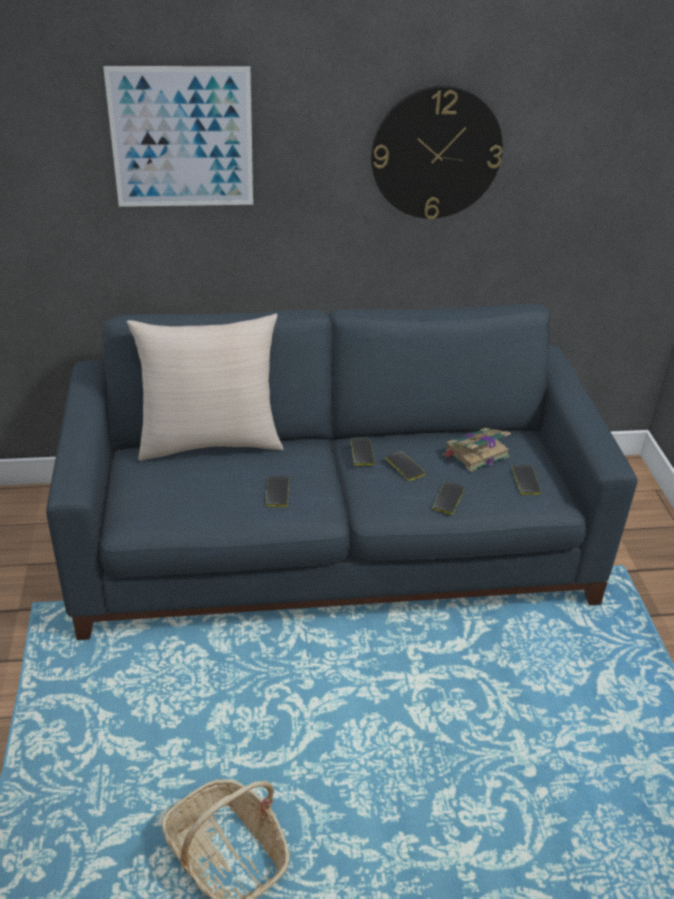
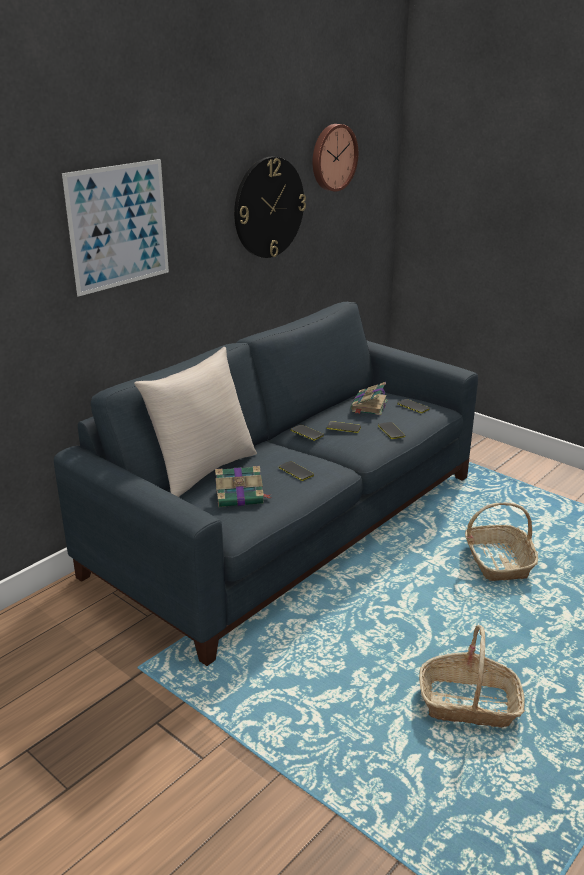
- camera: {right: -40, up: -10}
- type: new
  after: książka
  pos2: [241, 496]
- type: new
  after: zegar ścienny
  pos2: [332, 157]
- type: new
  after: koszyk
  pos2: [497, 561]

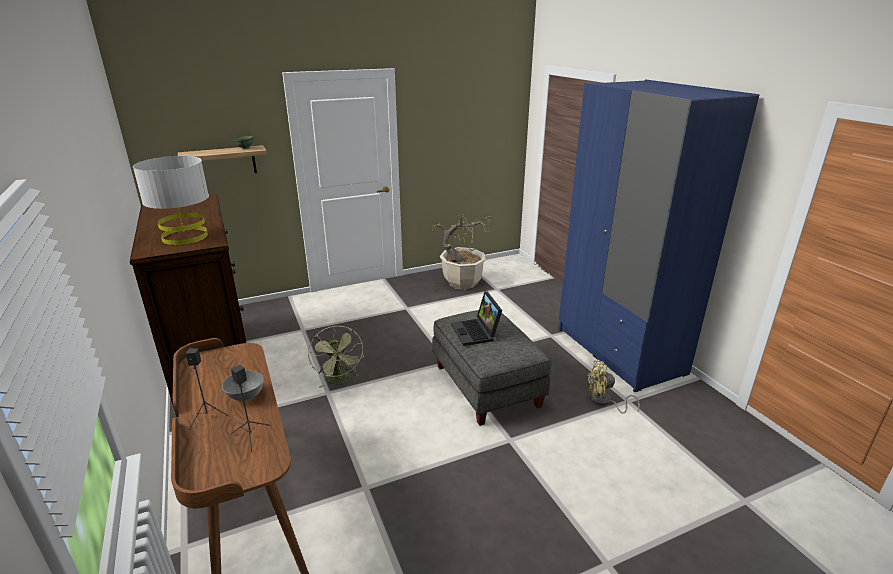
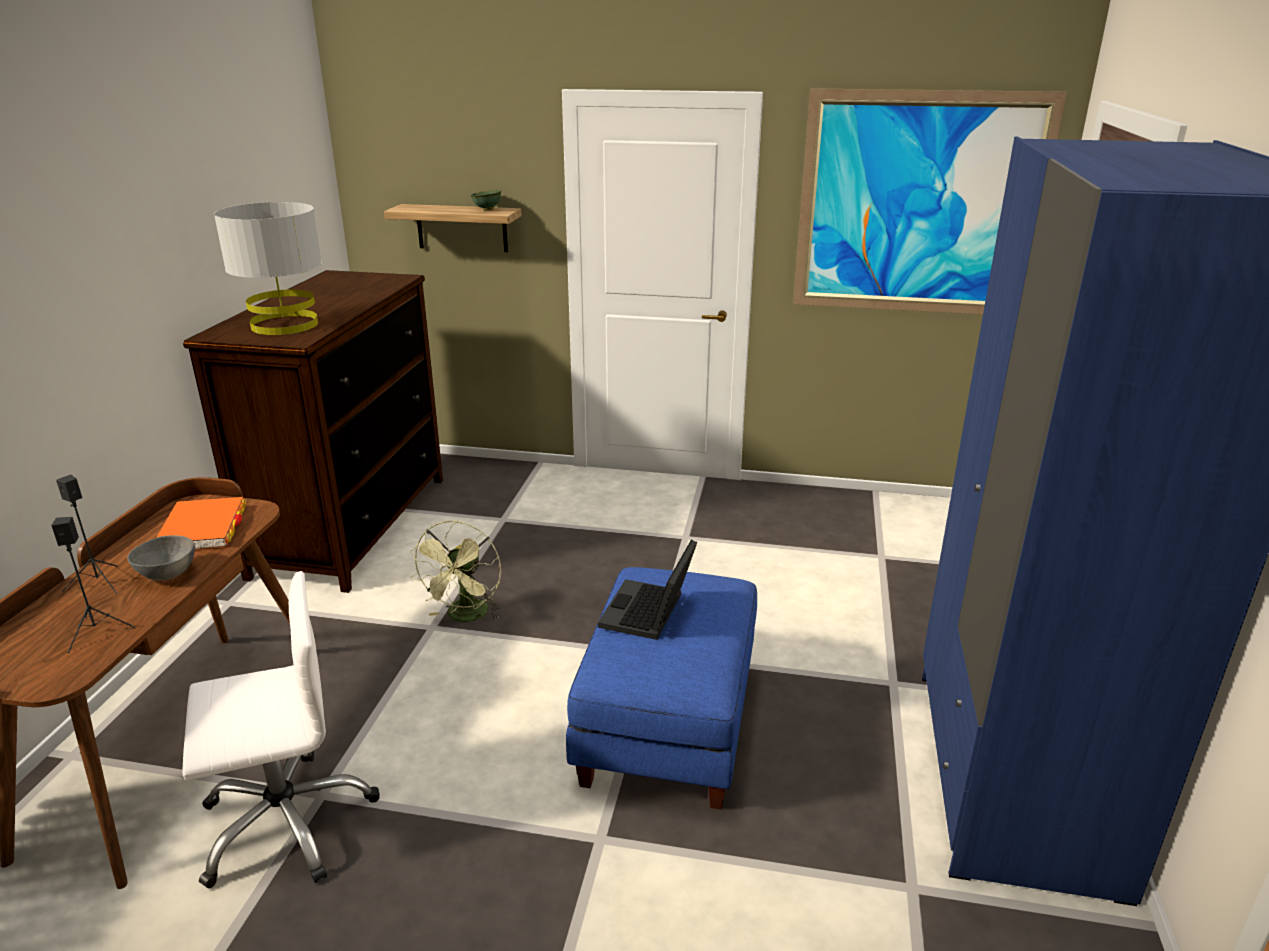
- camera: {right: 35, up: 0}
- type: gone
  before: roślina doniczkowa
  pos1: [462, 283]
- type: repainted
  before: pufa/szary
  after: pufa/niebieski
  pos1: [488, 386]
  pos2: [670, 725]
- type: gone
  before: wentylator/żółty
  pos1: [604, 402]
- type: new
  after: książka/pomarańczowy
  pos2: [203, 529]
- type: new
  after: krzesło biurowe/biały
  pos2: [286, 821]
- type: new
  after: obraz
  pos2: [919, 205]

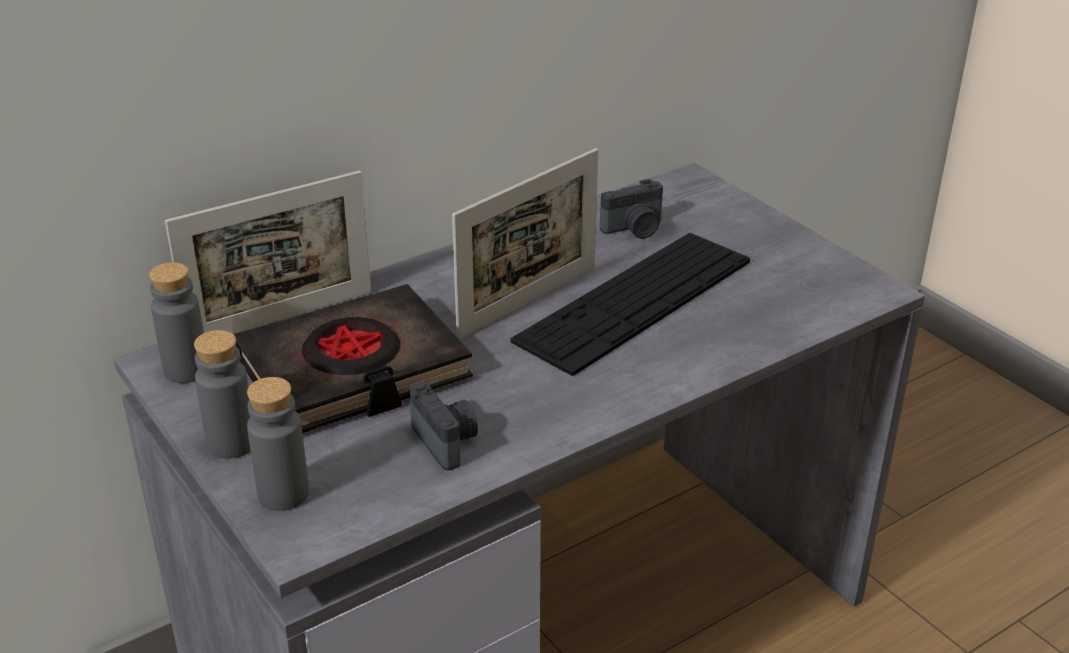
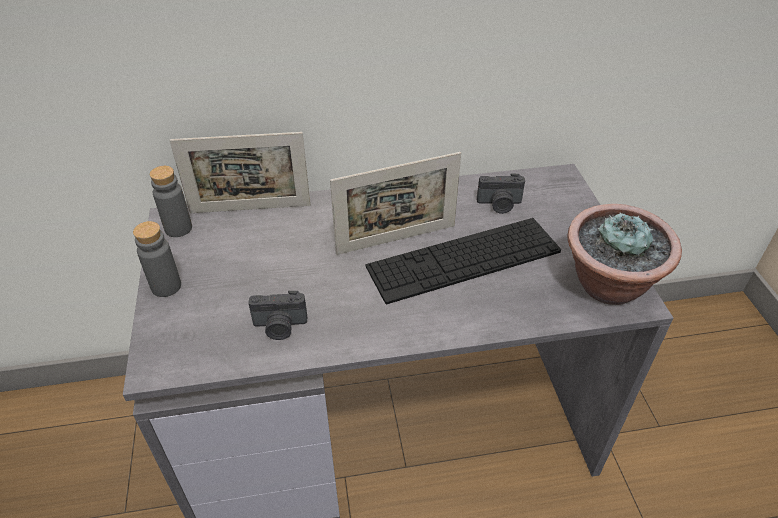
- camera: {right: 25, up: 10}
- type: gone
  before: książka/czarny
  pos1: [353, 371]
- type: gone
  before: butelka/szary
  pos1: [283, 494]
- type: rotated
  before: aparat fotograficzny
  pos1: [447, 441]
  pos2: [280, 327]
  turn: 90
- type: new
  after: roślina doniczkowa
  pos2: [608, 286]

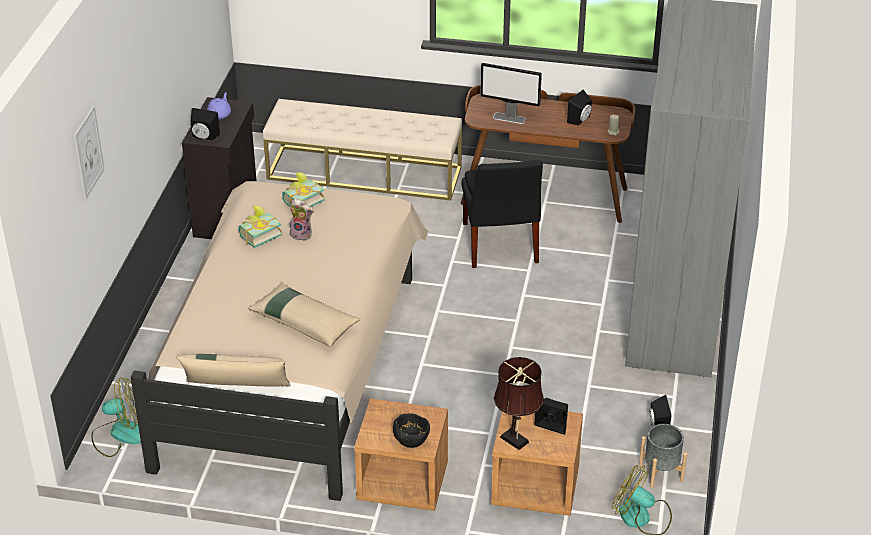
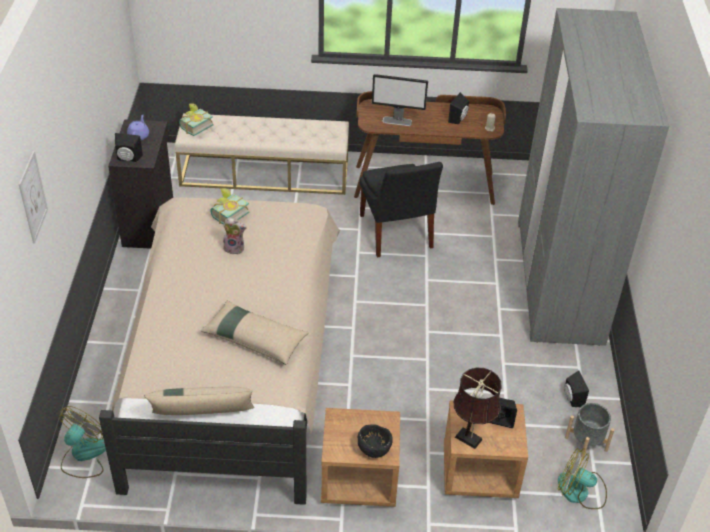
- camera: {right: -10, up: 5}
- type: rotated
  before: wentylator
  pos1: [119, 434]
  pos2: [83, 455]
  turn: -45
- type: shifted
  before: książka
  pos1: [258, 235]
  pos2: [194, 126]

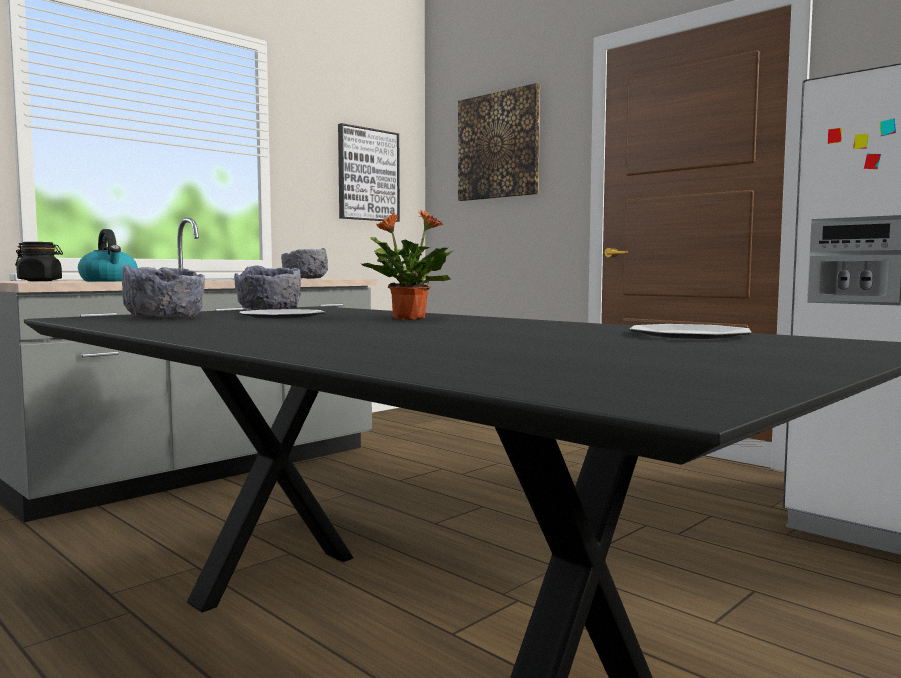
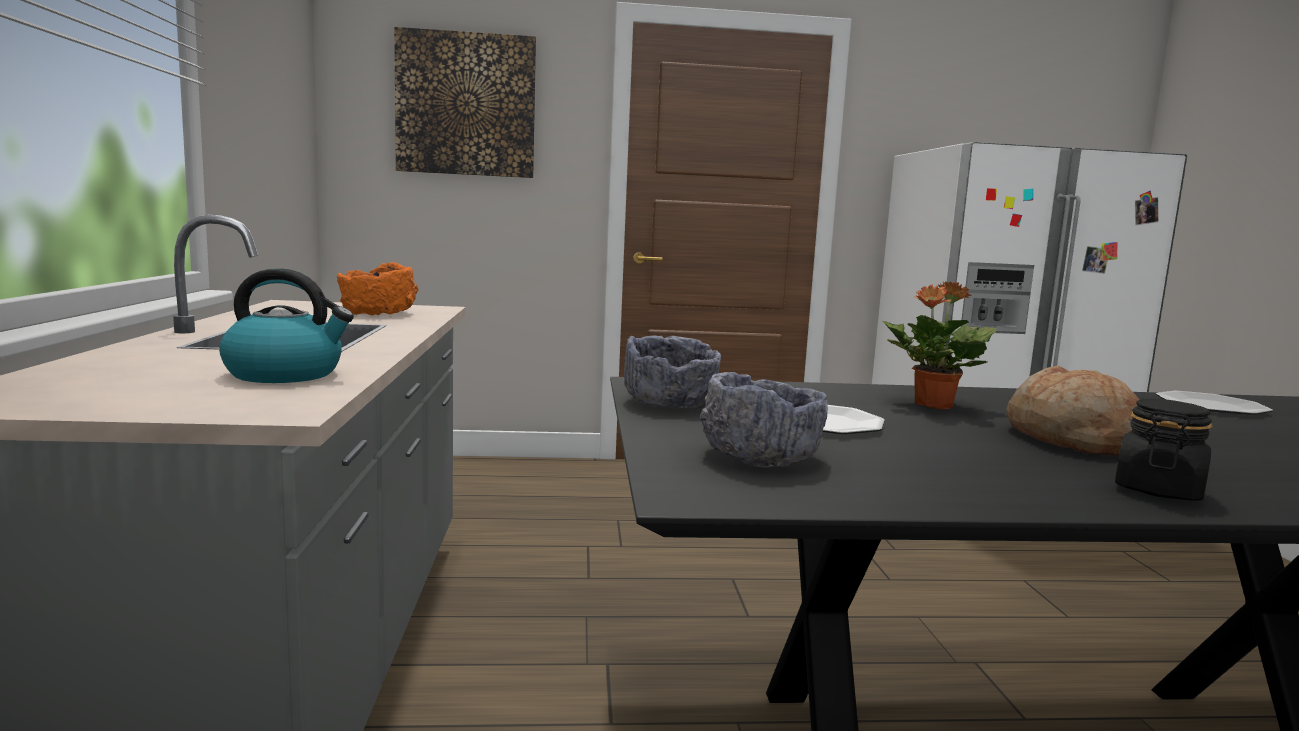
- camera: {right: -50, up: 5}
- type: shifted
  before: słoik/czarny
  pos1: [40, 281]
  pos2: [1158, 490]
- type: repainted
  before: miska/szary
  after: miska/pomarańczowy
  pos1: [305, 278]
  pos2: [378, 313]
- type: gone
  before: obraz
  pos1: [368, 175]
- type: new
  after: chleb
  pos2: [1073, 440]

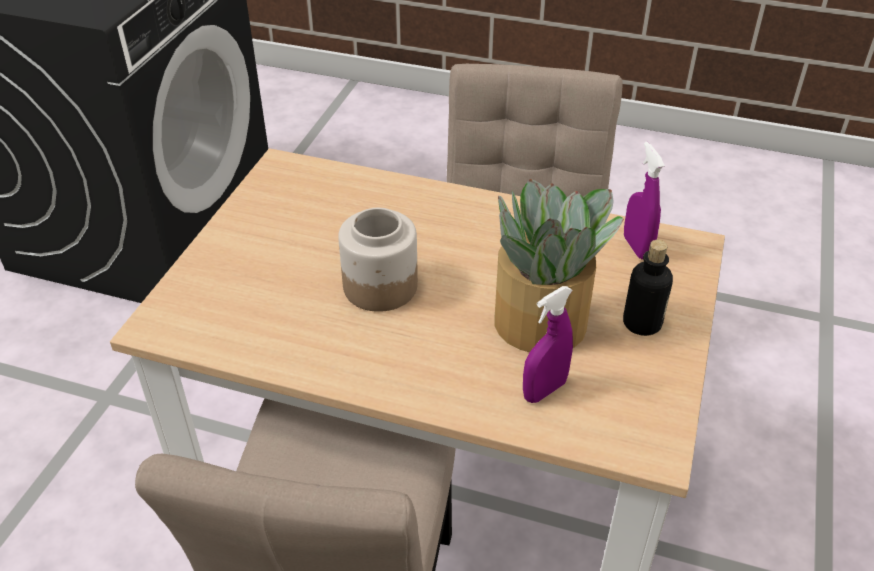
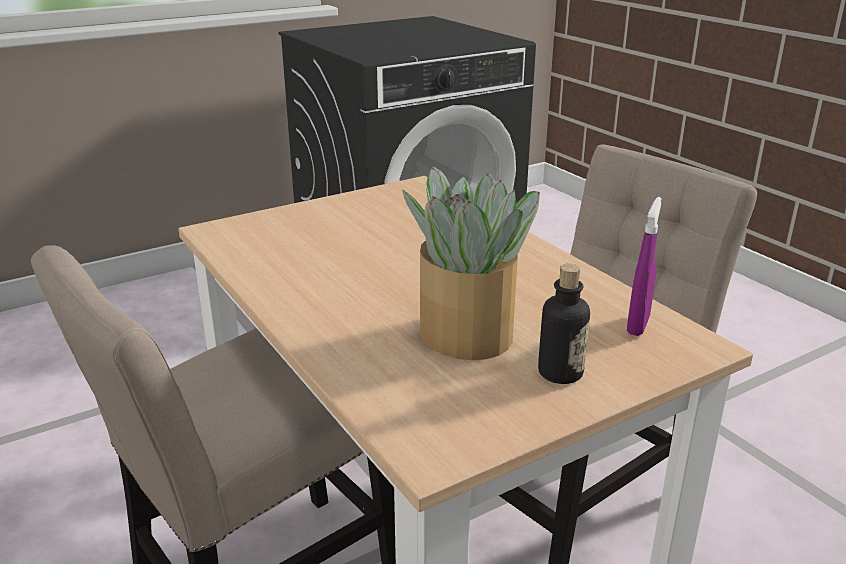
- camera: {right: 40, up: -15}
- type: gone
  before: słoik
  pos1: [379, 286]
- type: gone
  before: spryskiwacz/fioletowy
  pos1: [544, 390]

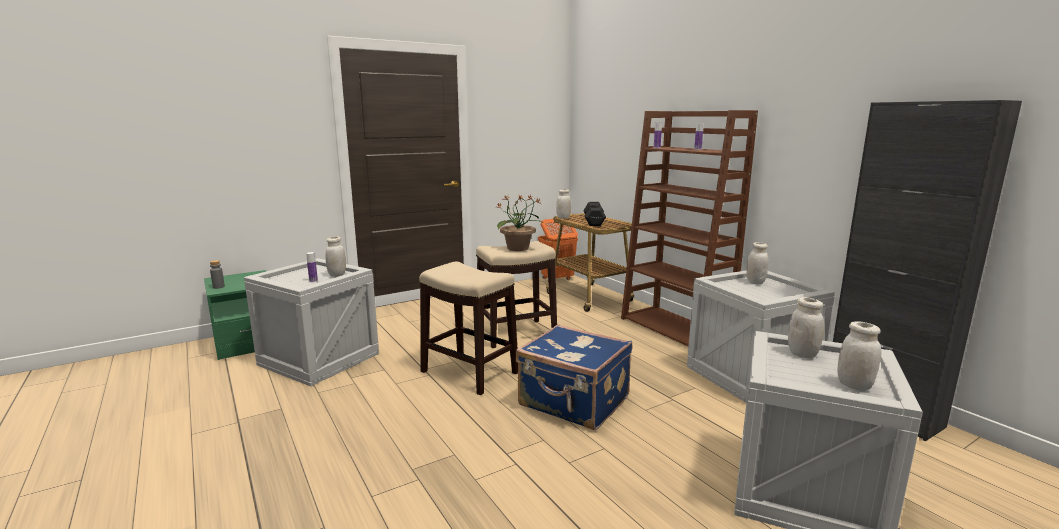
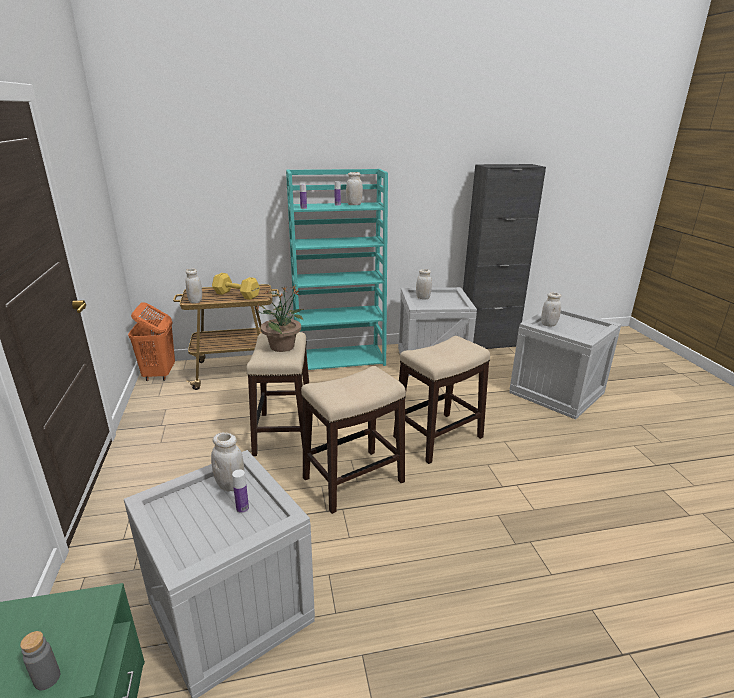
- camera: {right: -70, up: 10}
- type: swapped
  before: walizka/niebieski
  after: stołek
  pos1: [573, 403]
  pos2: [438, 437]
- type: repainted
  before: hantel/czarny
  after: hantel/żółty
  pos1: [594, 222]
  pos2: [236, 294]
- type: repainted
  before: regał/brązowy
  after: regał/turkusowy
  pos1: [675, 329]
  pos2: [340, 358]
- type: shifted
  before: słoik/biały
  pos1: [854, 385]
  pos2: [354, 204]

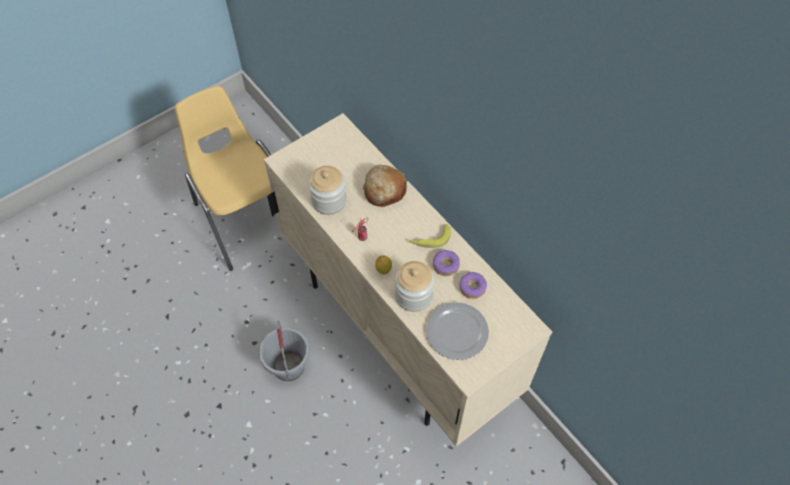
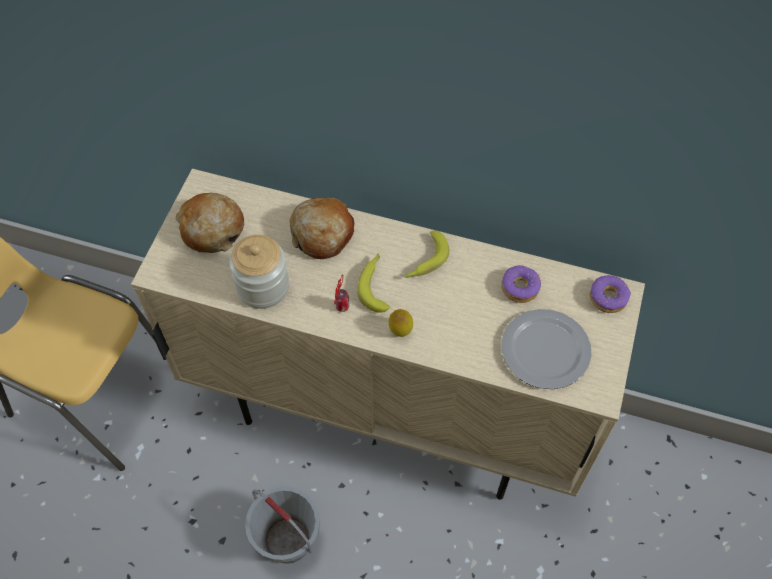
- camera: {right: -35, up: 0}
- type: gone
  before: słoik
  pos1: [413, 295]
- type: shifted
  before: donut
  pos1: [446, 266]
  pos2: [608, 298]
- type: new
  after: chleb
  pos2: [212, 229]
- type: new
  after: banan
  pos2: [375, 285]

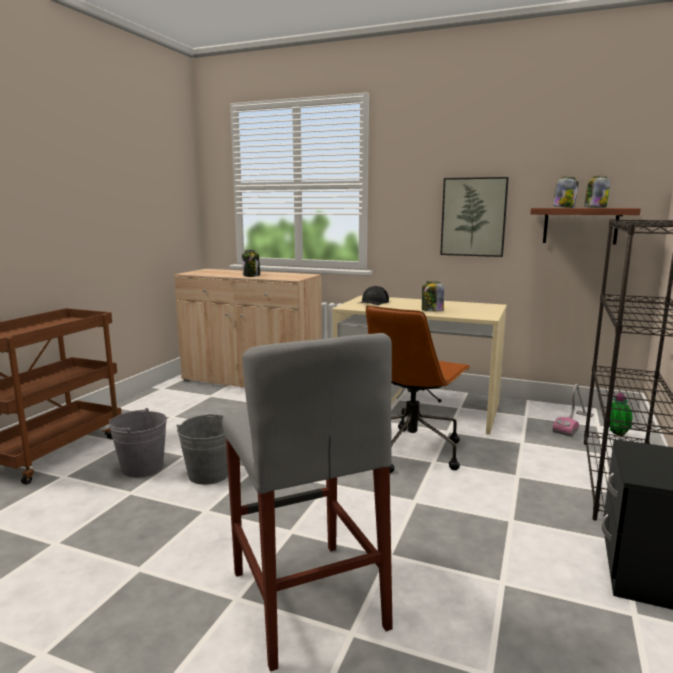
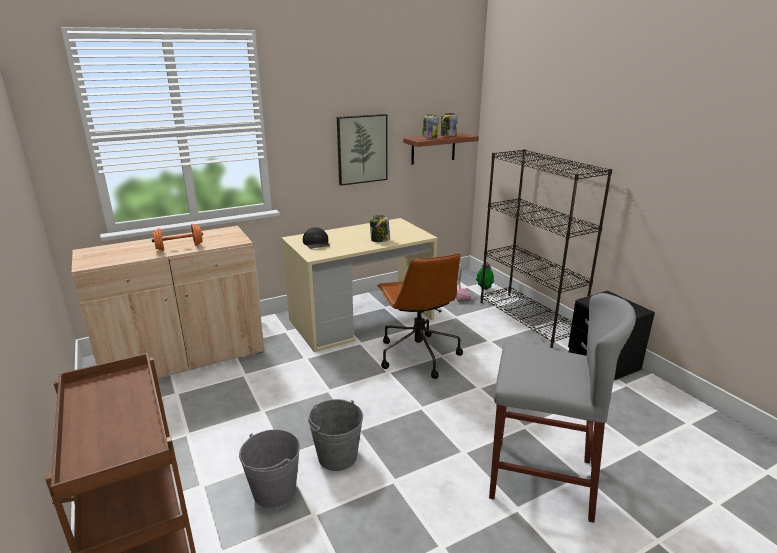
- camera: {right: -50, up: 10}
- type: swapped
  before: słoik
  after: hantel/pomarańczowy
  pos1: [251, 275]
  pos2: [179, 247]

